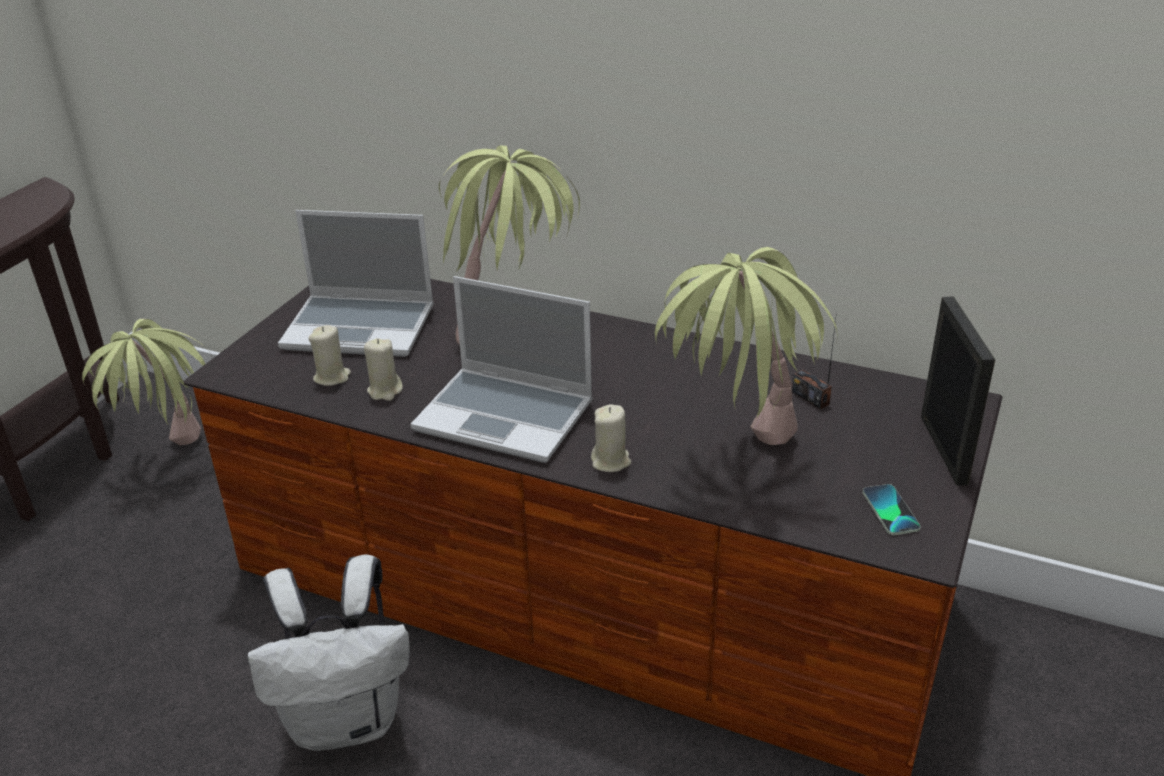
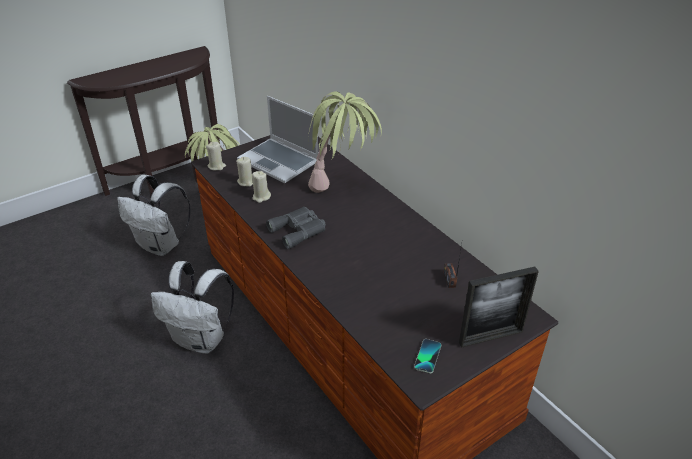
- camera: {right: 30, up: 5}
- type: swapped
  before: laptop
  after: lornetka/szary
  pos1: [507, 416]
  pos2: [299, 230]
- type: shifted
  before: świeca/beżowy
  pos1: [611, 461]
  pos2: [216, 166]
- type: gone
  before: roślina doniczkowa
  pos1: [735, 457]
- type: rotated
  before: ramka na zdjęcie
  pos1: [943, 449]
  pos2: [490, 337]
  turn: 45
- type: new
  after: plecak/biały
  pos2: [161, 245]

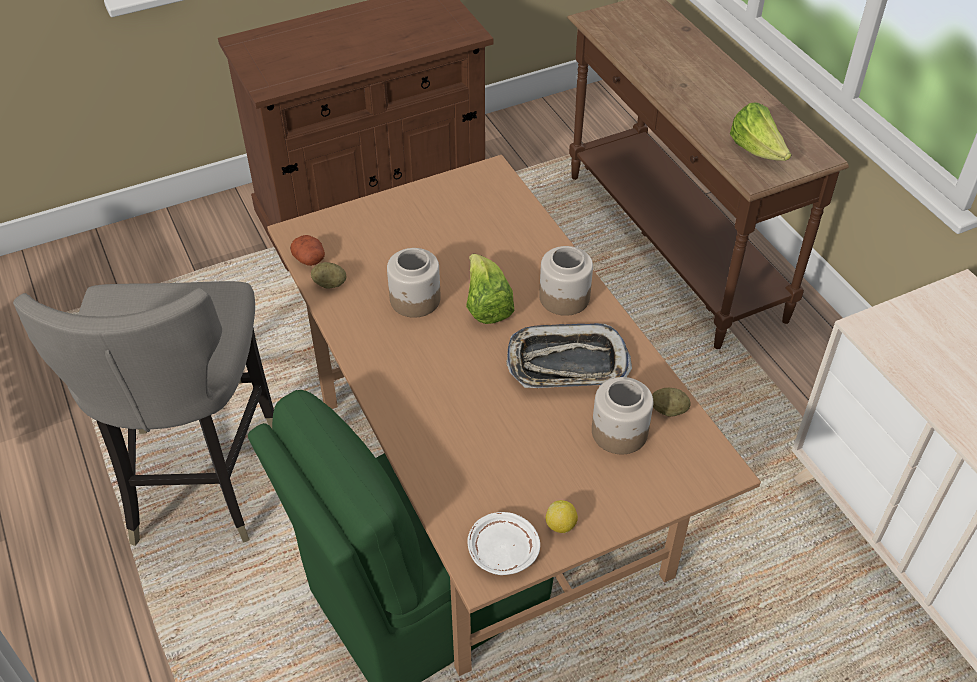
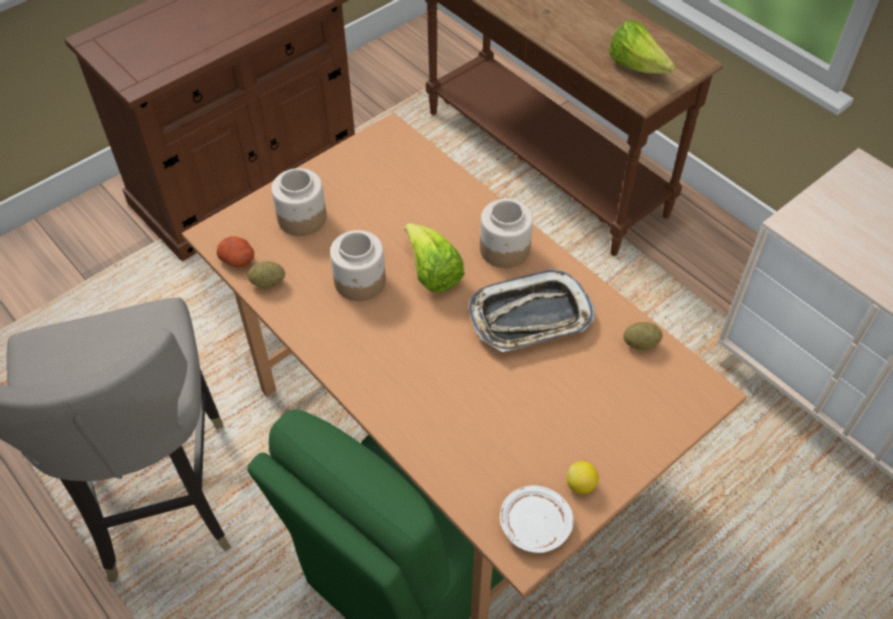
- camera: {right: -15, up: 5}
- type: shifted
  before: słoik
  pos1: [618, 432]
  pos2: [301, 218]

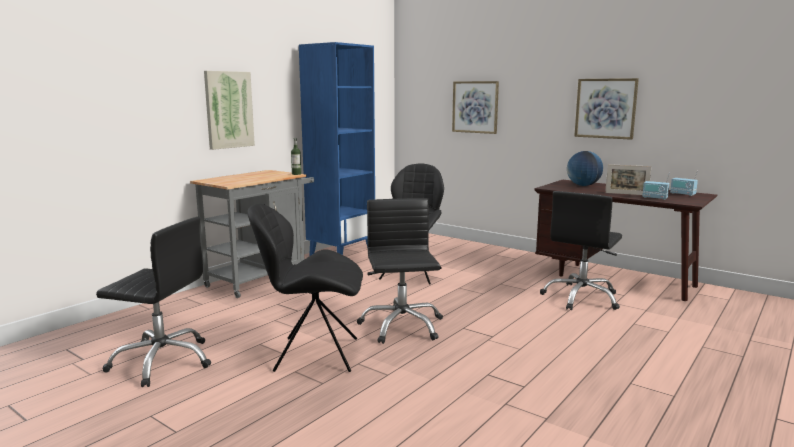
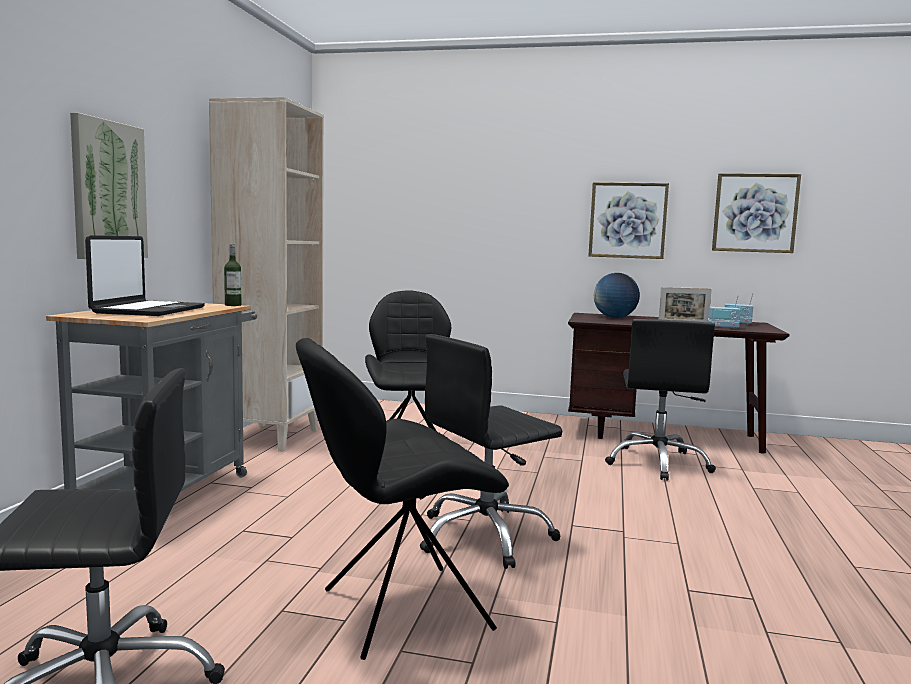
- camera: {right: -25, up: -5}
- type: repainted
  before: regał/niebieski
  after: regał/beżowy
  pos1: [341, 253]
  pos2: [271, 437]
- type: rotated
  before: krzesło biurowe/czarny
  pos1: [401, 326]
  pos2: [485, 536]
  turn: -90
- type: shifted
  before: obraz
  pos1: [475, 107]
  pos2: [755, 213]
- type: new
  after: laptop
  pos2: [148, 310]

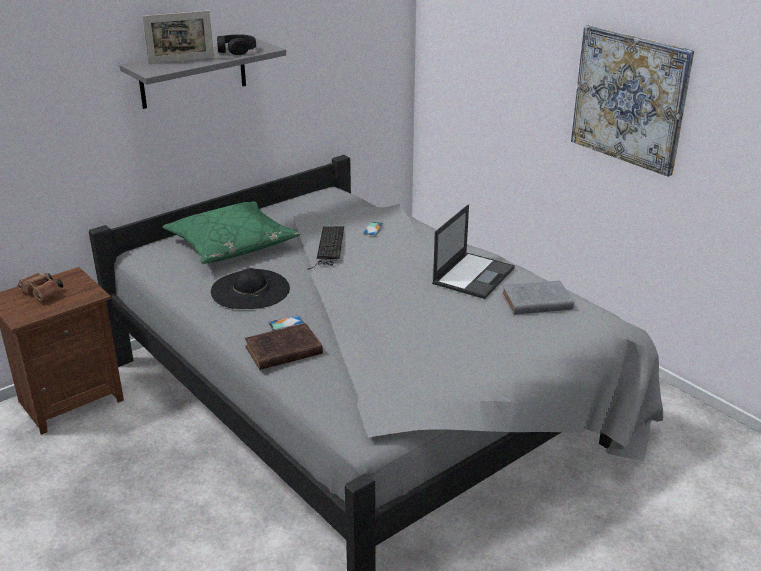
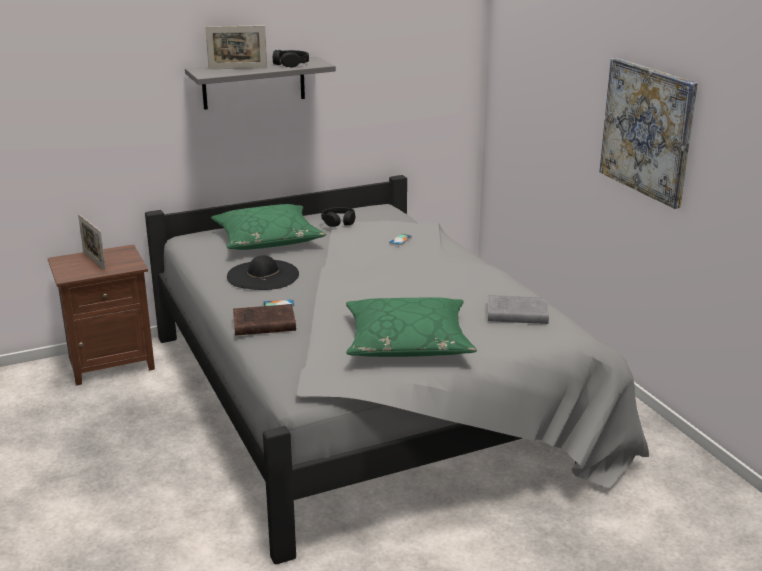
- camera: {right: 15, up: -5}
- type: swapped
  before: lornetka/brązowy
  after: ramka na zdjęcie
  pos1: [43, 294]
  pos2: [94, 261]
- type: gone
  before: klawiatura
  pos1: [328, 247]
- type: gone
  before: laptop
  pos1: [474, 275]
- type: new
  after: słuchawki/czarny
  pos2: [338, 222]
- type: new
  after: poduszka/zielony
  pos2: [407, 342]

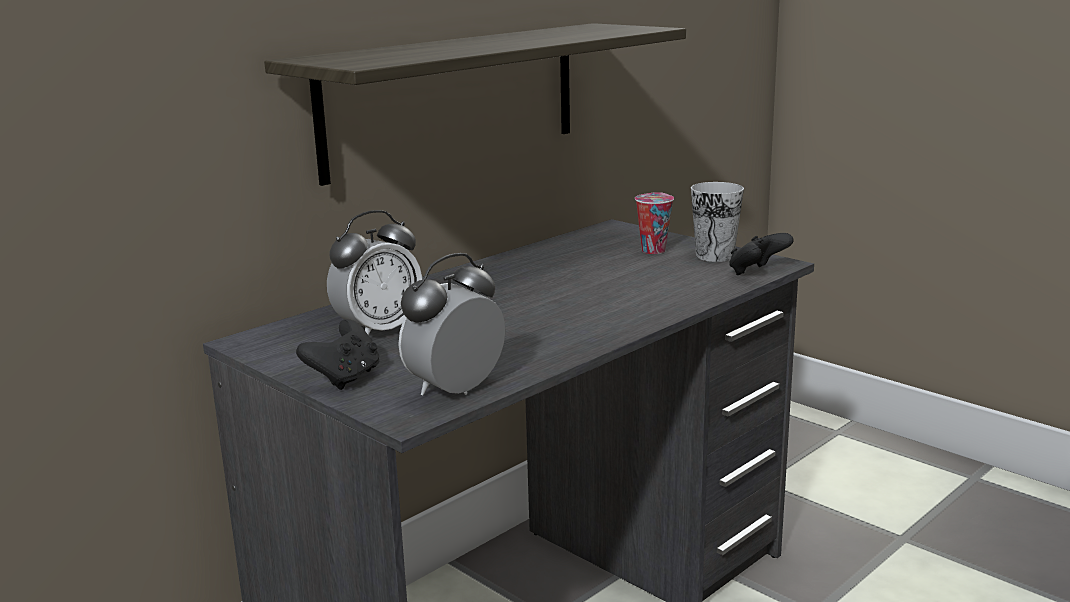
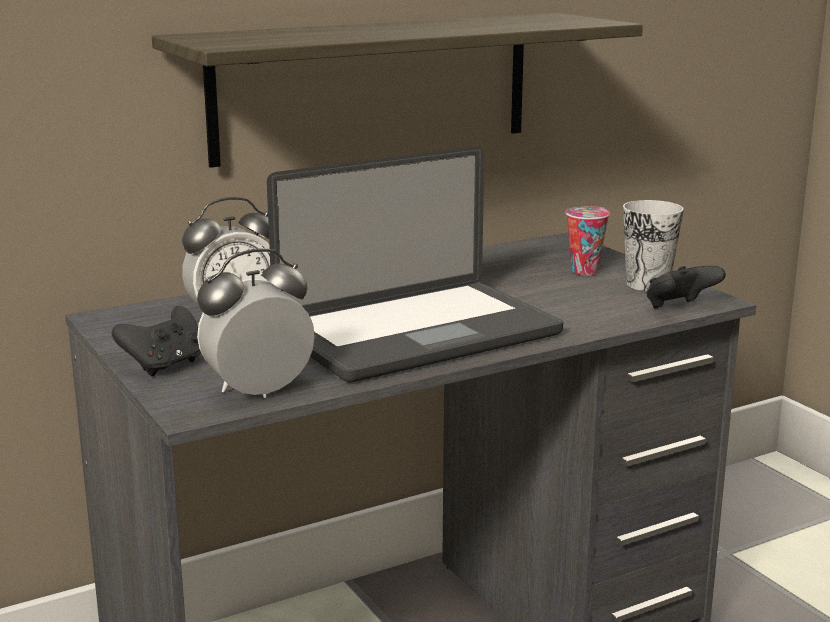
- camera: {right: 15, up: 0}
- type: new
  after: laptop
  pos2: [419, 335]

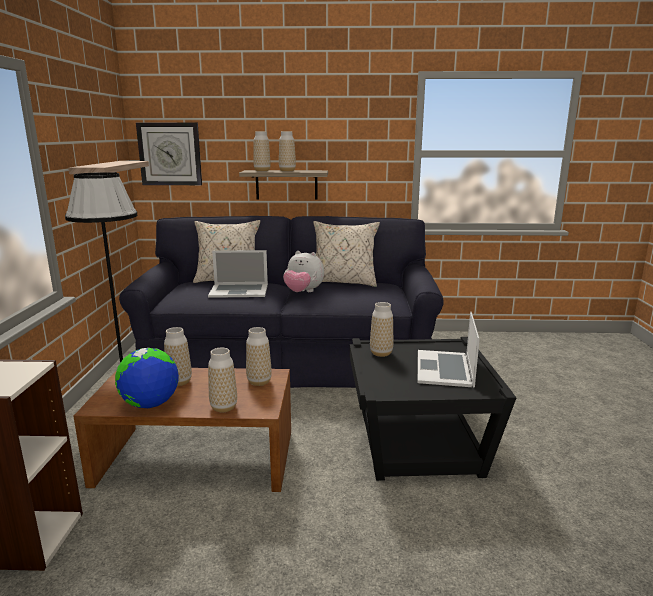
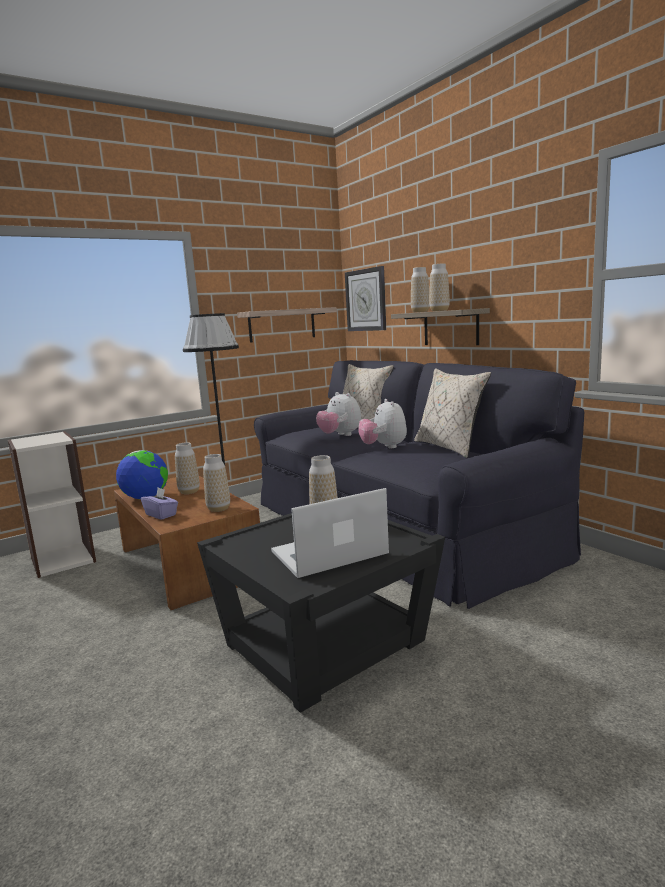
- camera: {right: 55, up: -5}
- type: swapped
  before: laptop
  after: pluszak
  pos1: [239, 291]
  pos2: [340, 435]
- type: swapped
  before: wazon
  after: pudełko chusteczek/fioletowy
  pos1: [223, 407]
  pos2: [161, 515]

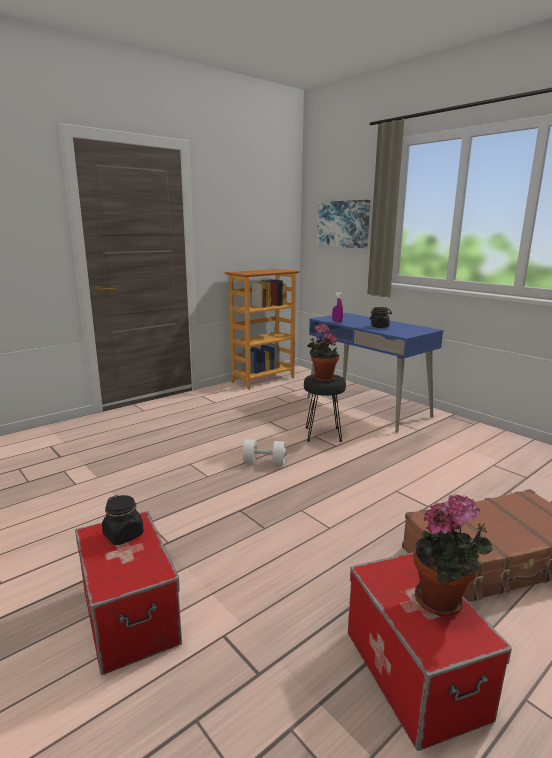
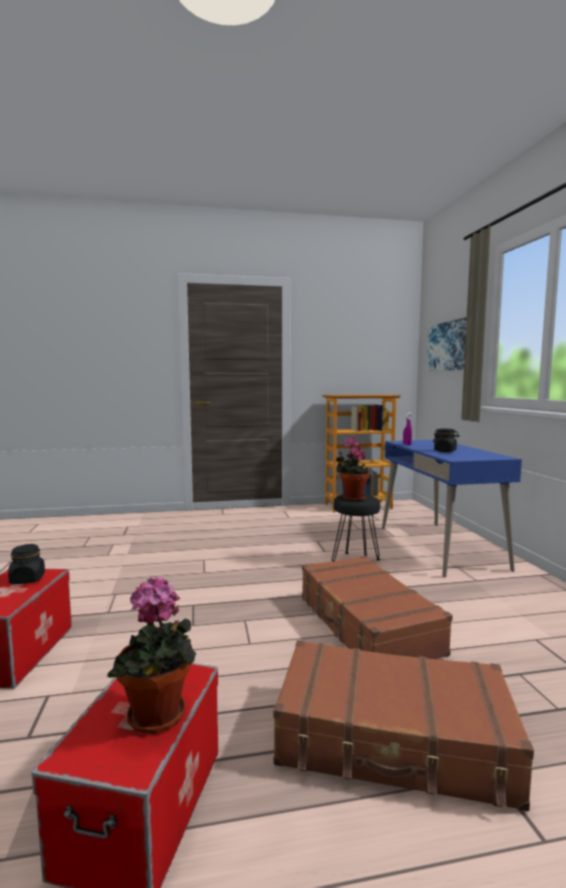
- camera: {right: 30, up: -10}
- type: gone
  before: hantel/biały
  pos1: [264, 462]
- type: new
  after: walizka/brązowy
  pos2: [366, 625]

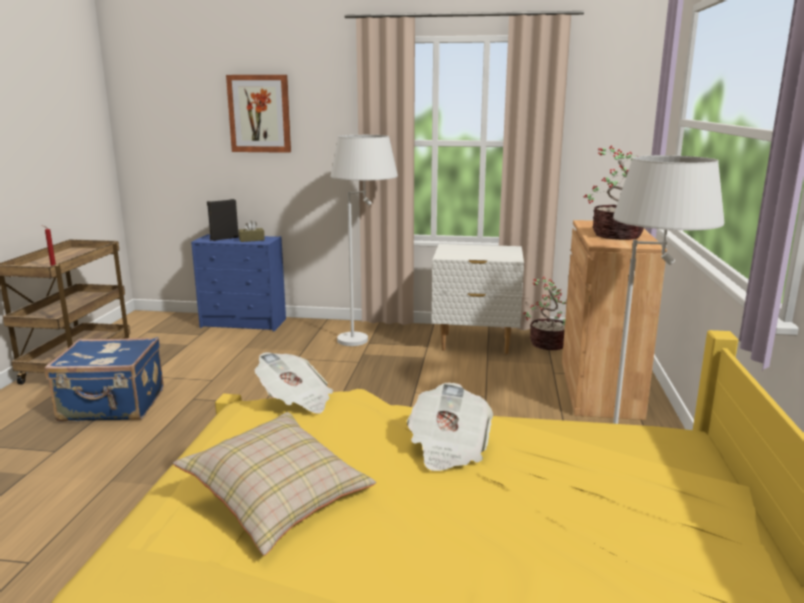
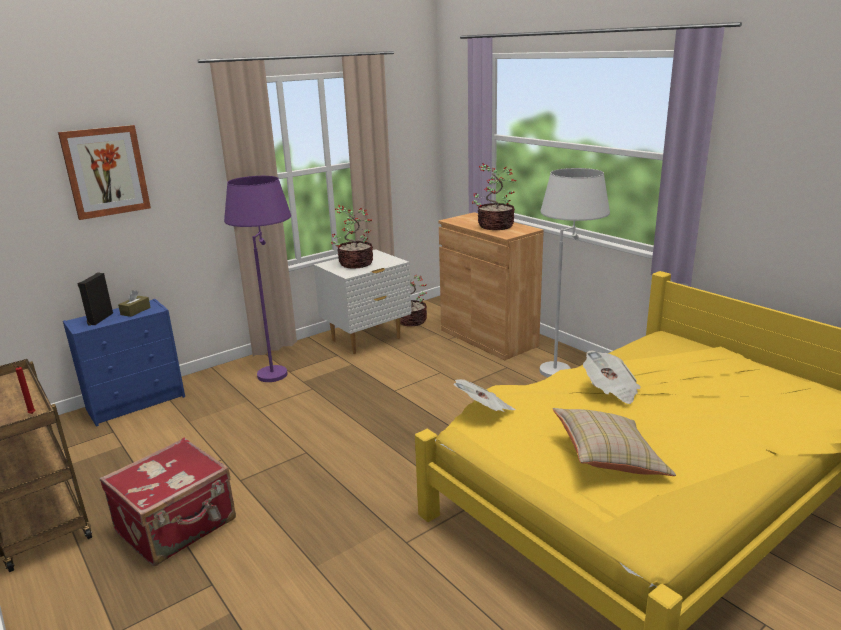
- camera: {right: -45, up: 5}
- type: repainted
  before: walizka/niebieski
  after: walizka/czerwony
  pos1: [112, 406]
  pos2: [178, 526]
- type: repainted
  before: lampa stojąca/biały
  after: lampa stojąca/fioletowy
  pos1: [366, 336]
  pos2: [277, 367]
- type: new
  after: roślina doniczkowa
  pos2: [355, 264]

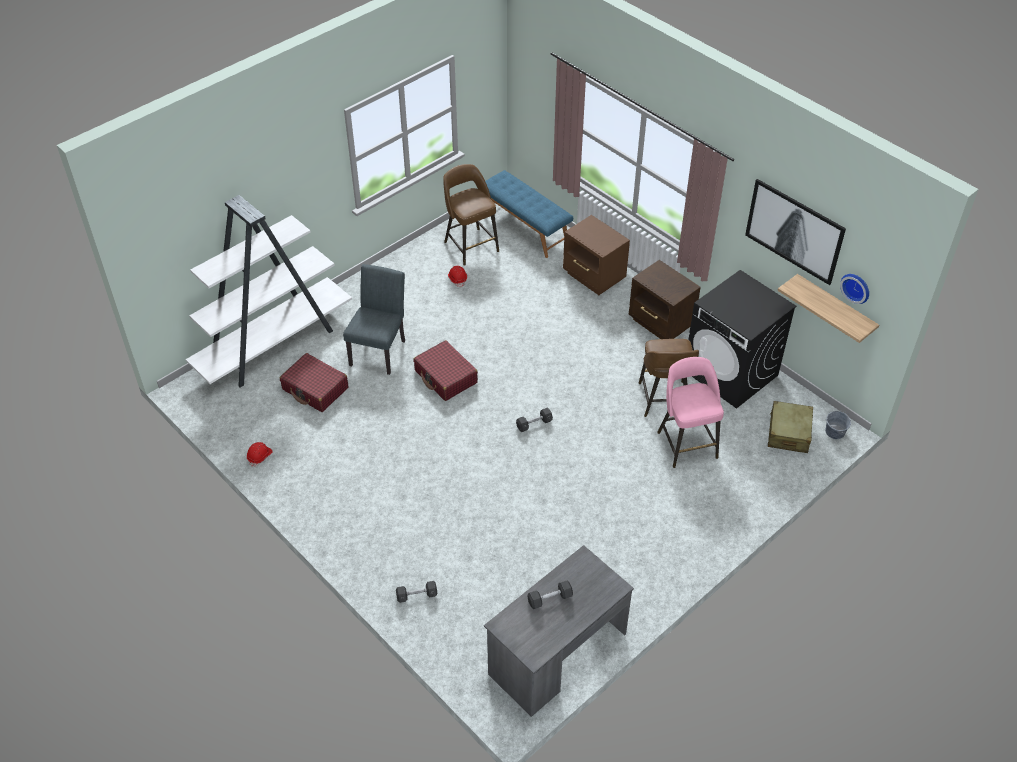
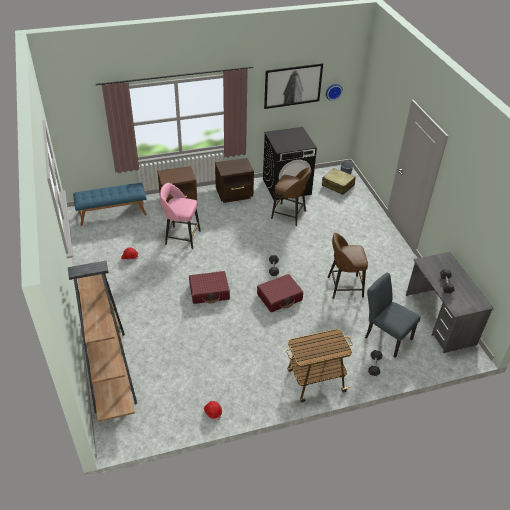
- camera: {right: -65, up: -5}
- type: repainted
  before: regał/biały
  after: regał/brązowy
  pos1: [274, 344]
  pos2: [109, 369]
- type: shifted
  before: walizka/czerwony
  pos1: [315, 389]
  pos2: [279, 297]
- type: shifted
  before: krzesło/szary
  pos1: [380, 349]
  pos2: [385, 336]
- type: shifted
  before: stołek/brązowy
  pos1: [470, 245]
  pos2: [343, 287]
- type: shifted
  before: stołek/różowy
  pos1: [686, 443]
  pos2: [181, 237]
- type: gone
  before: półka
  pos1: [835, 308]
- type: new
  after: wózek
  pos2: [314, 381]

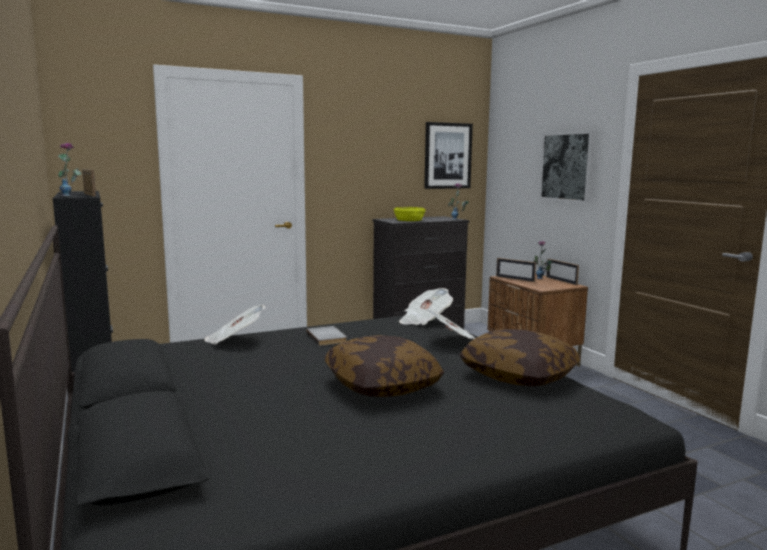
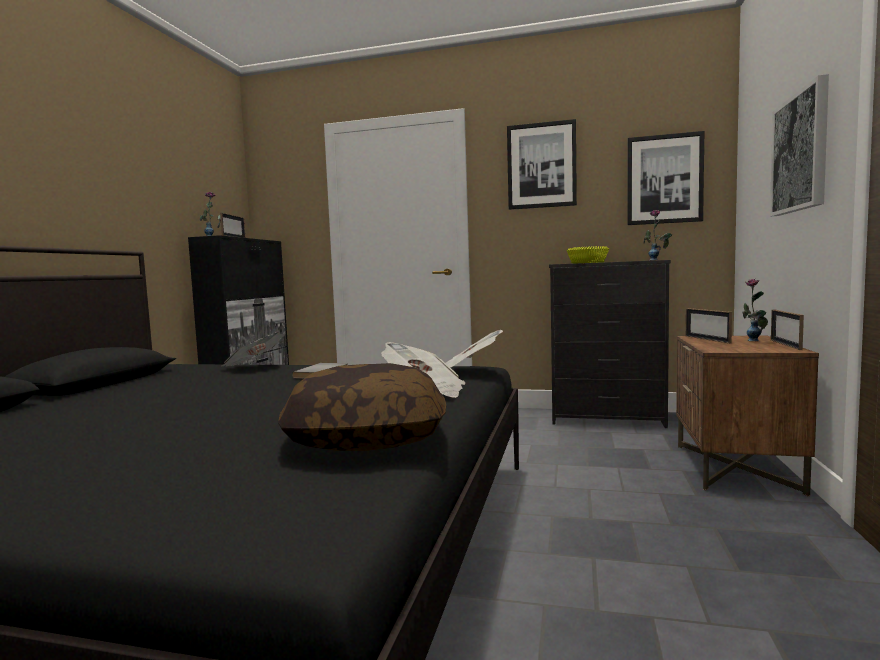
- camera: {right: 40, up: -5}
- type: gone
  before: poduszka
  pos1: [381, 385]
- type: new
  after: obraz
  pos2: [541, 165]

